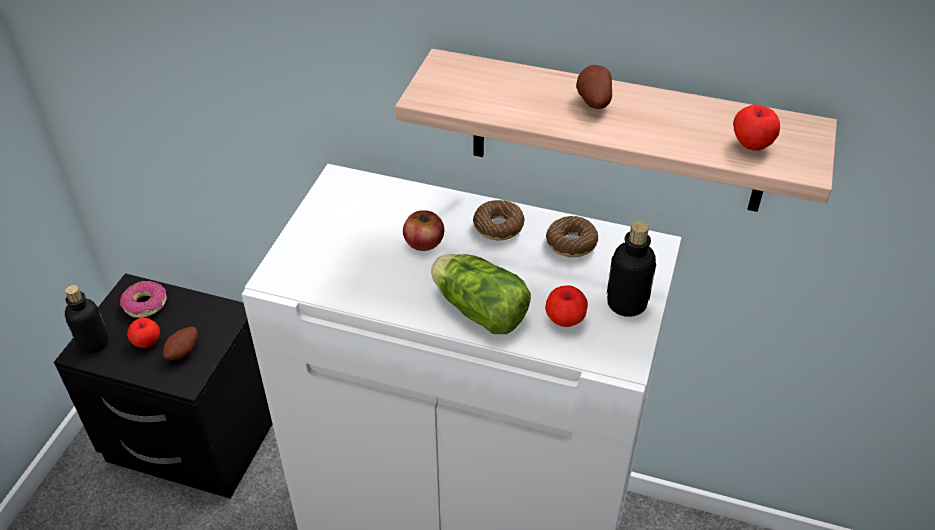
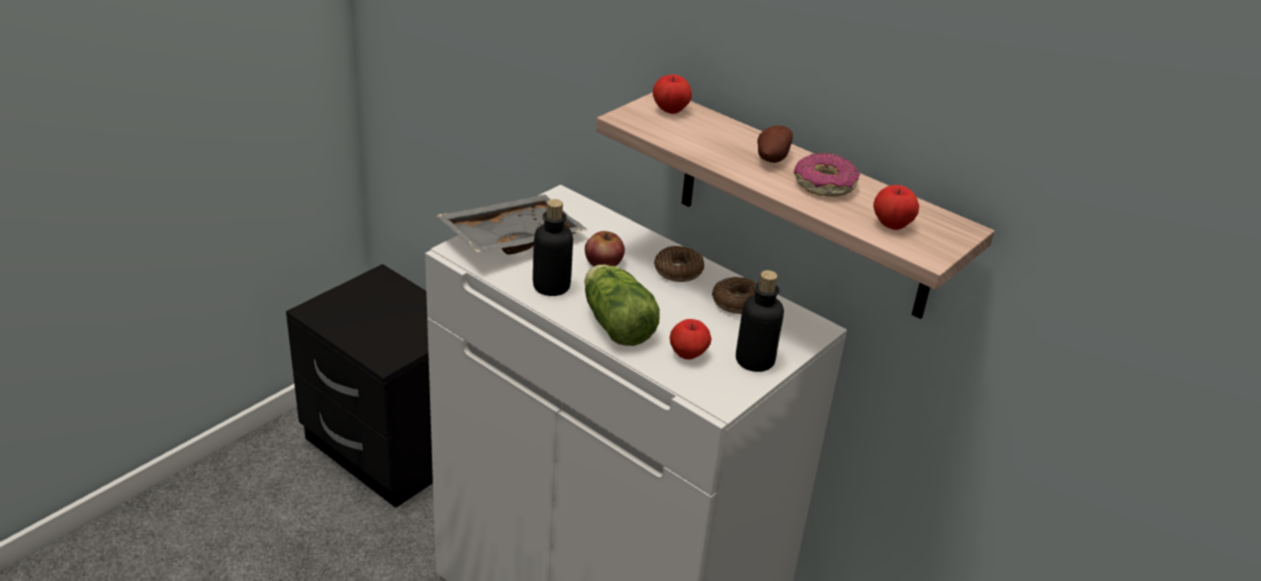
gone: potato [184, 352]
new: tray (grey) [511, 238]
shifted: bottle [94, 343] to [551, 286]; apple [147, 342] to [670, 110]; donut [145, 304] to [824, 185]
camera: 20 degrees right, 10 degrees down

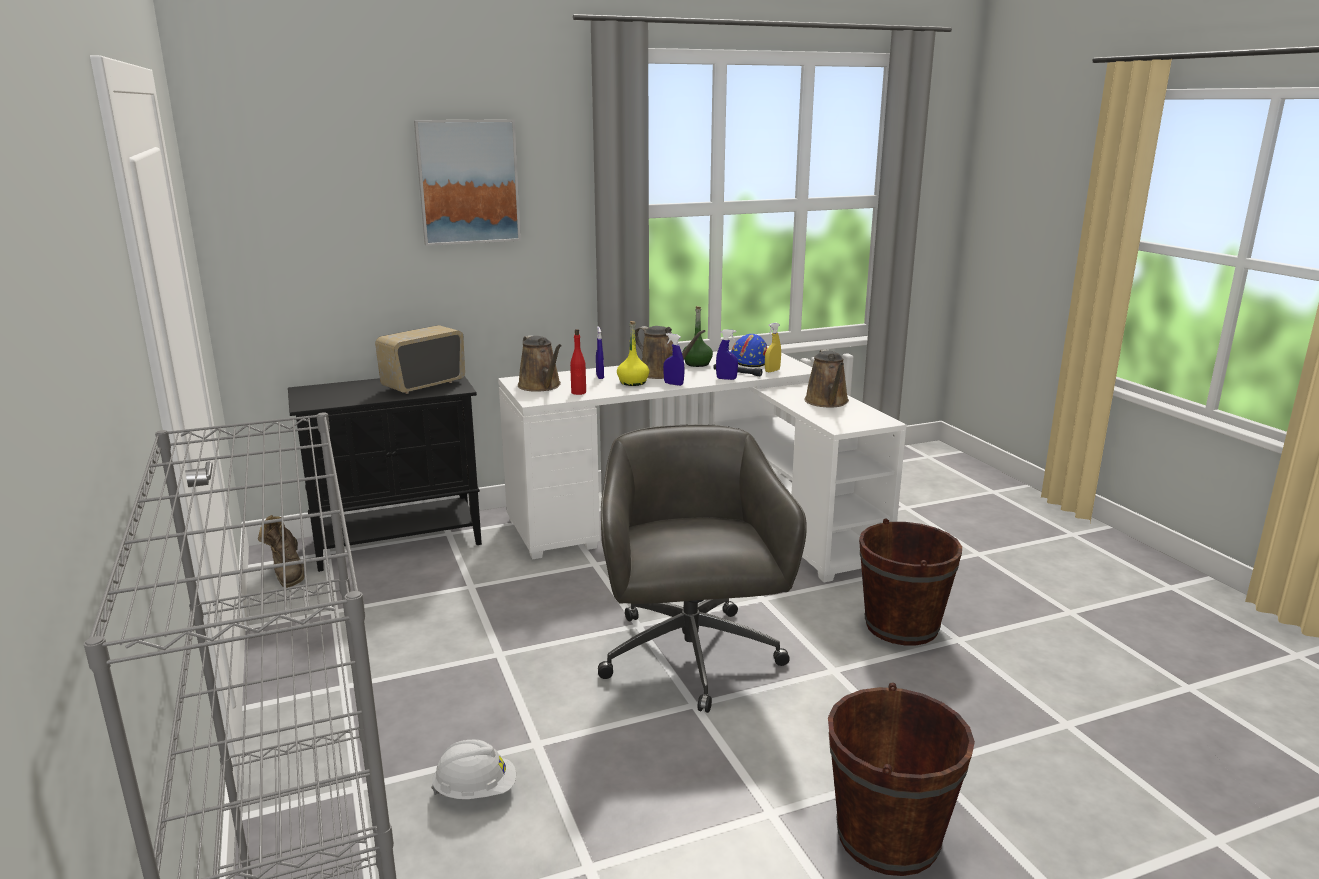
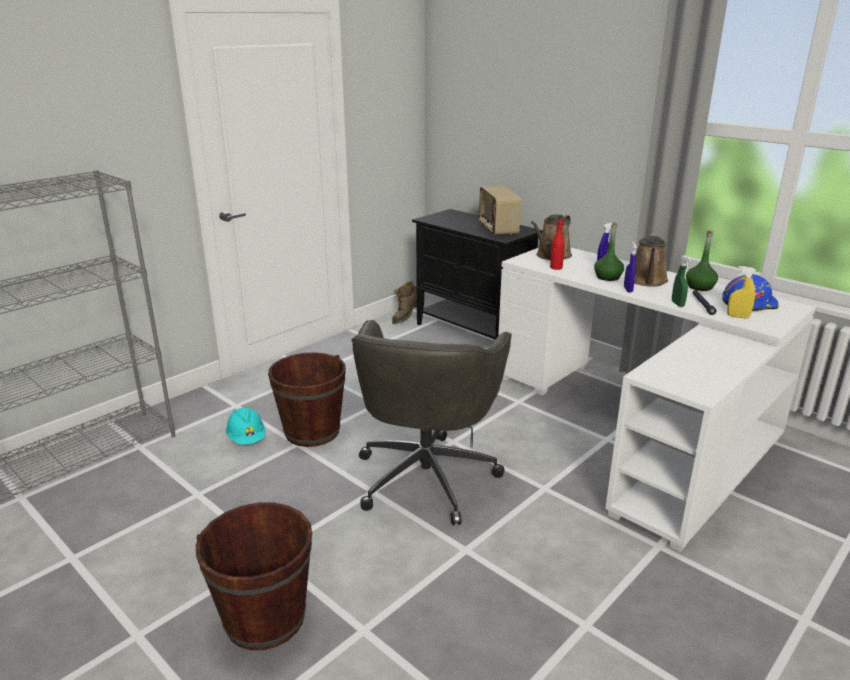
gone: picture [468, 182]; watering can (brown) [827, 402]
shifted: bucket (brown) [901, 626] to [312, 432]
repainted: hard hat (white) [475, 791] to hard hat (turquoise) [247, 438]; bottle (yellow) [633, 382] to bottle (green) [608, 277]; spray bottle (blue) [726, 379] to spray bottle (green) [677, 304]
rotated: office chair (grey) [690, 659] = [427, 475] 135 degrees clockwise; radio [423, 385] = [497, 230] 120 degrees counterclockwise
camera: 65 degrees right, 5 degrees up

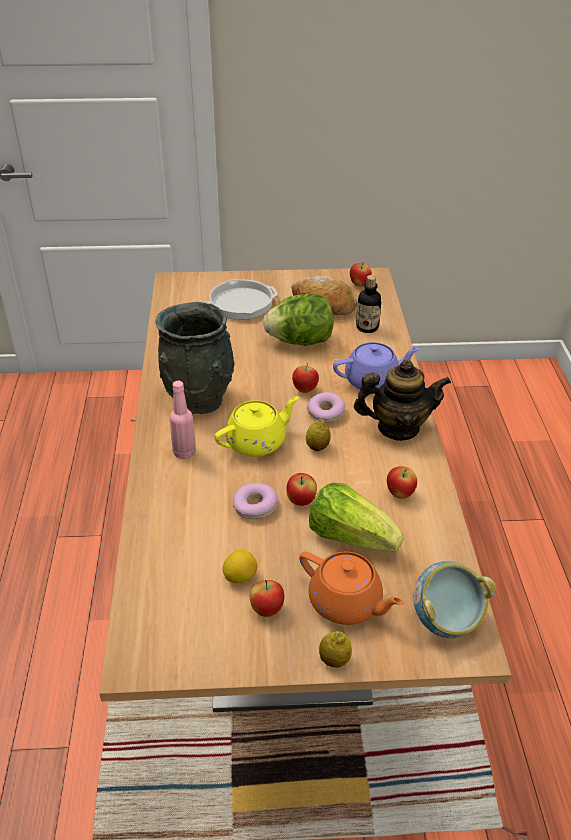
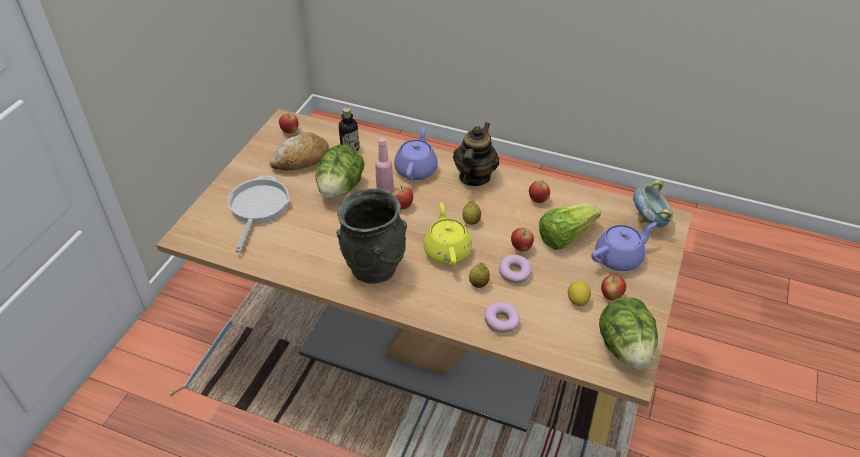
new: lettuce [625, 348]
shifted: bottle (pink) [184, 452] to [385, 189]; lemon [334, 660] to [478, 284]; donut [325, 412] to [501, 321]
repainted: teapot (orange) [346, 603] to teapot (purple) [619, 257]
camera: 65 degrees left, 5 degrees up

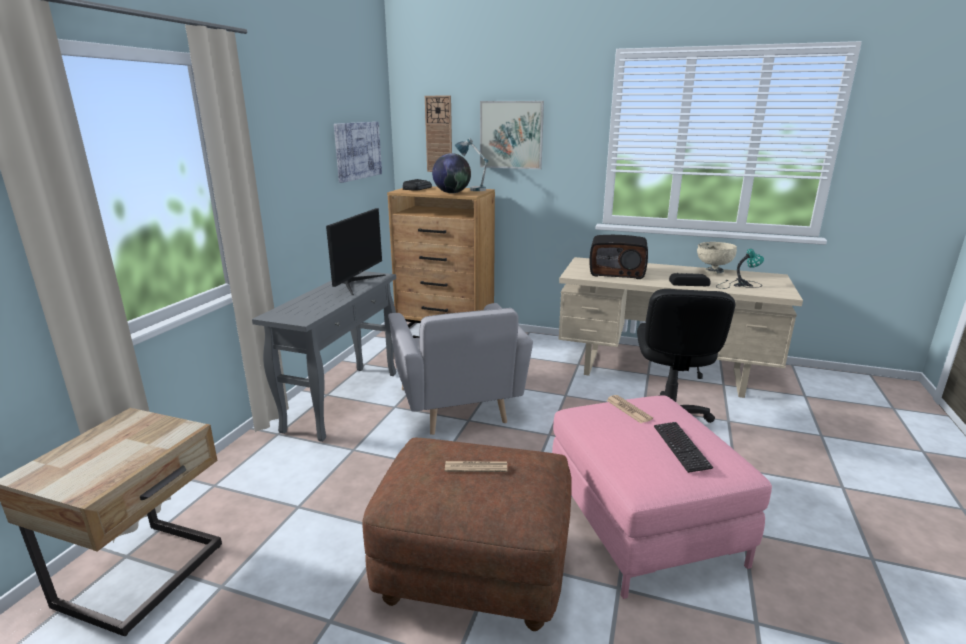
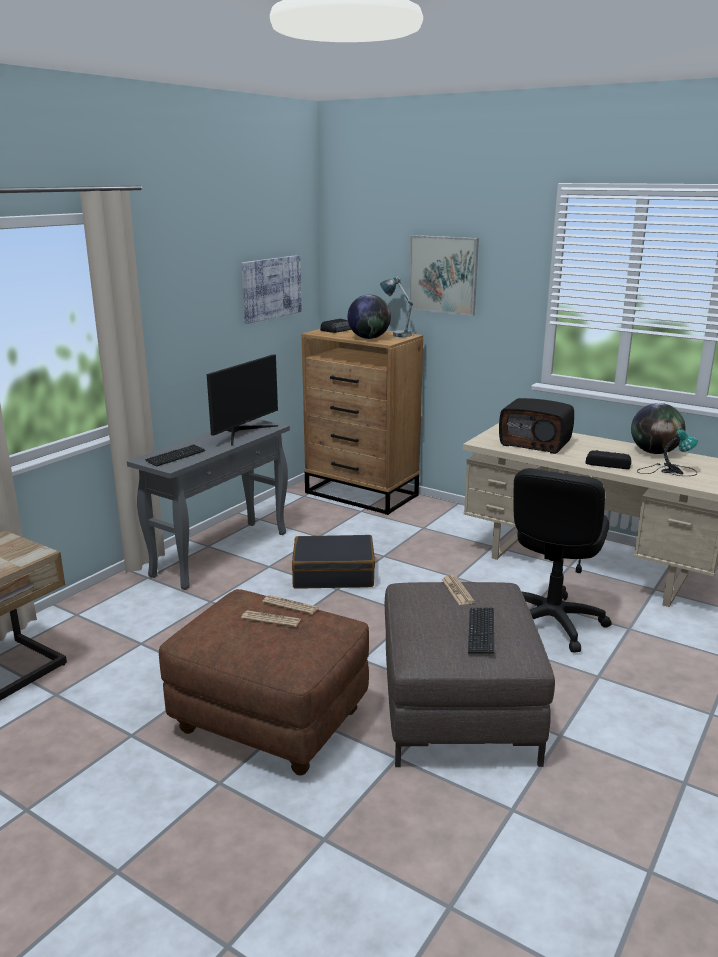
gone: wall clock [439, 134]
new: keyboard [176, 456]; newspaper [290, 605]
swapped: armchair (grey) [458, 406] to suitcase (black) [333, 573]; bowl (beige) [713, 272] to globe [654, 452]
repainted: ottoman (pink) [642, 522] to ottoman (brown) [458, 709]
camera: 15 degrees right, 0 degrees up

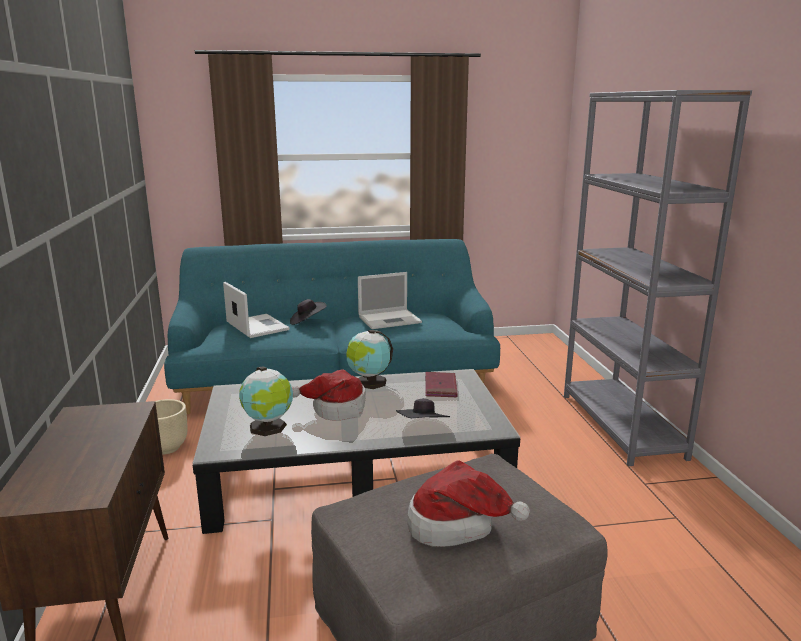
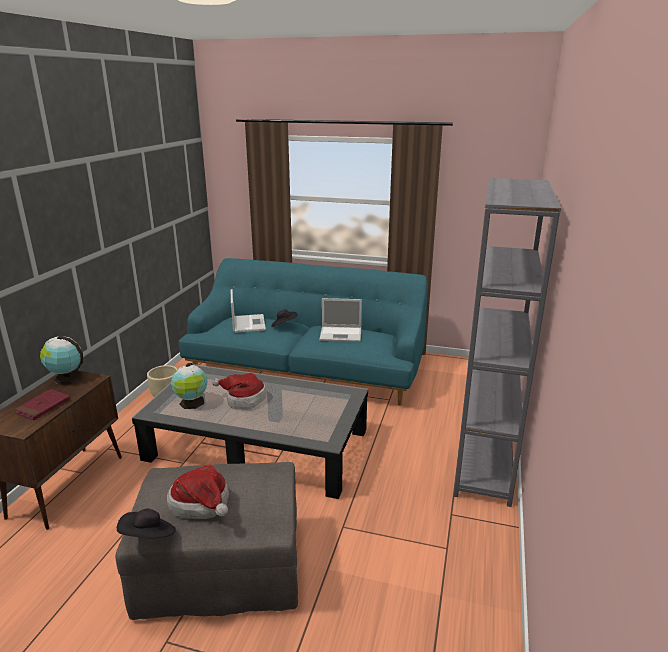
shifted: book (red) [440, 387] to [43, 406]; globe [369, 382] to [66, 378]; hat (black) [423, 427] to [148, 537]
camera: 25 degrees right, 5 degrees up

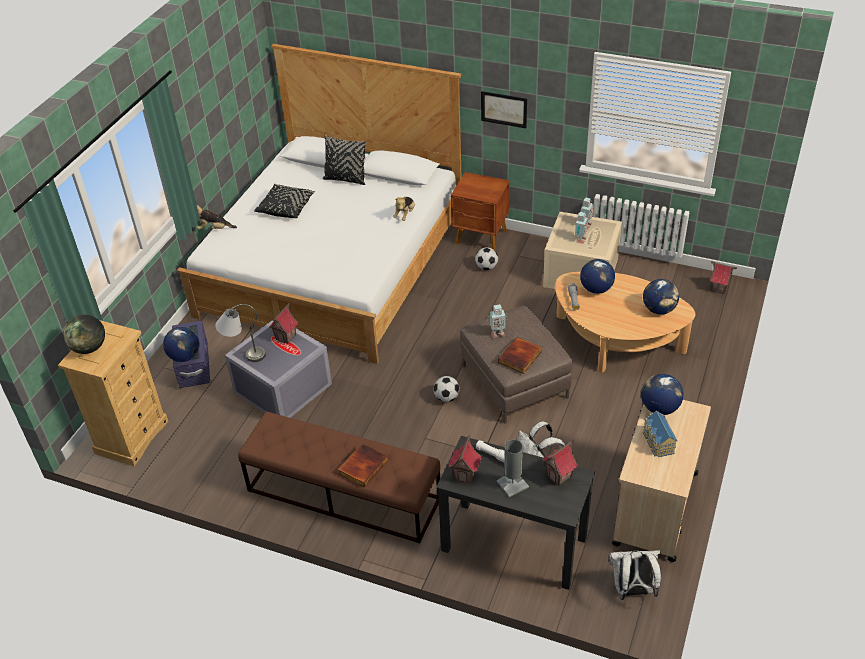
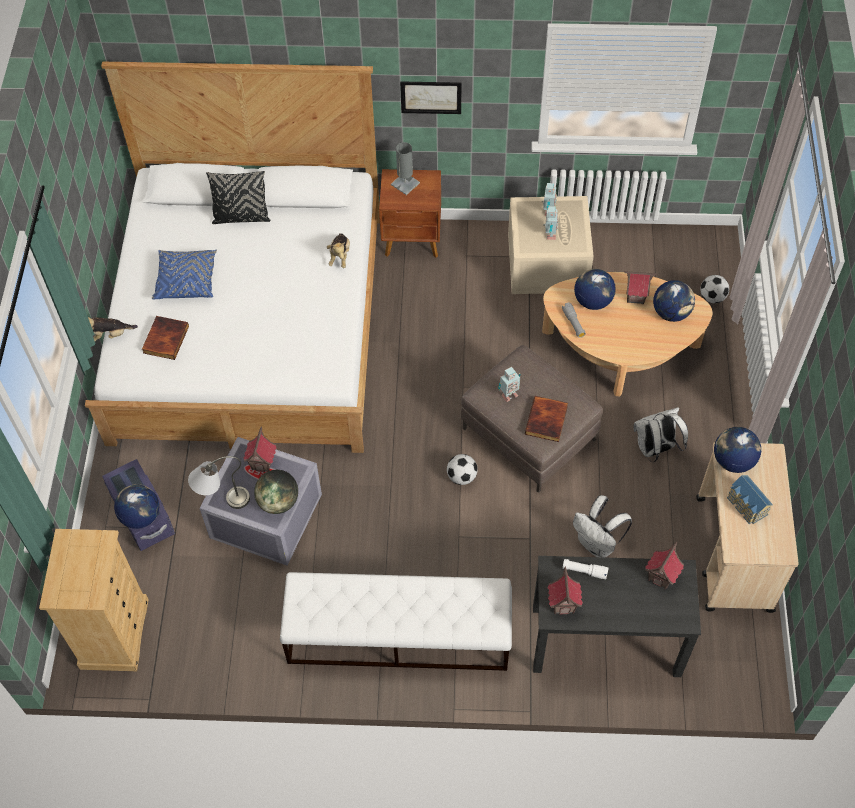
shifted: book [362, 466] to [165, 339]; globe [89, 348] to [278, 502]; table lamp (grey) [512, 484] to [405, 184]; toy house [719, 288] to [635, 296]; backpack (white) [632, 590] to [655, 449]; football [486, 267] to [712, 297]
repainted: pillow (black) [286, 208] to pillow (blue) [186, 281]; bench (brown) [343, 494] to bench (white) [397, 635]
camera: 20 degrees left, 15 degrees up

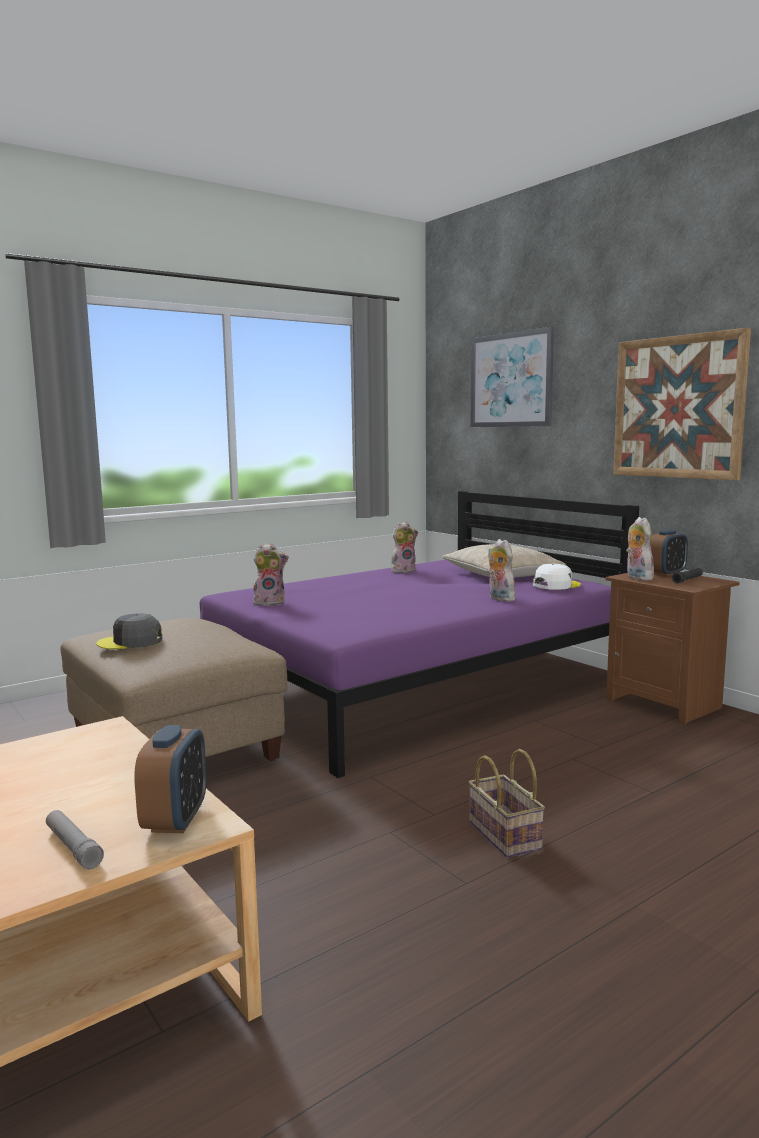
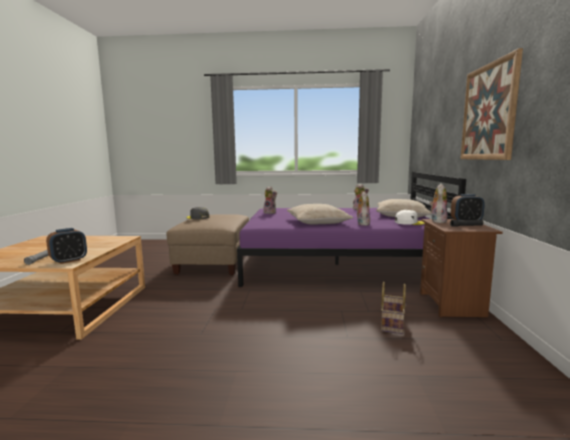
gone: picture [511, 380]
new: pillow (beige) [317, 222]
shifted: basket [502, 834] to [391, 323]
camera: 40 degrees right, 0 degrees up

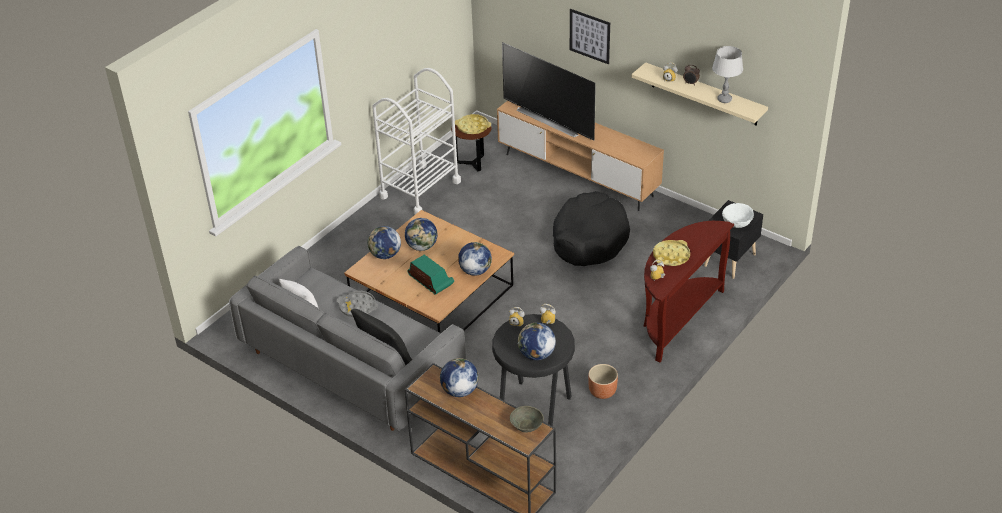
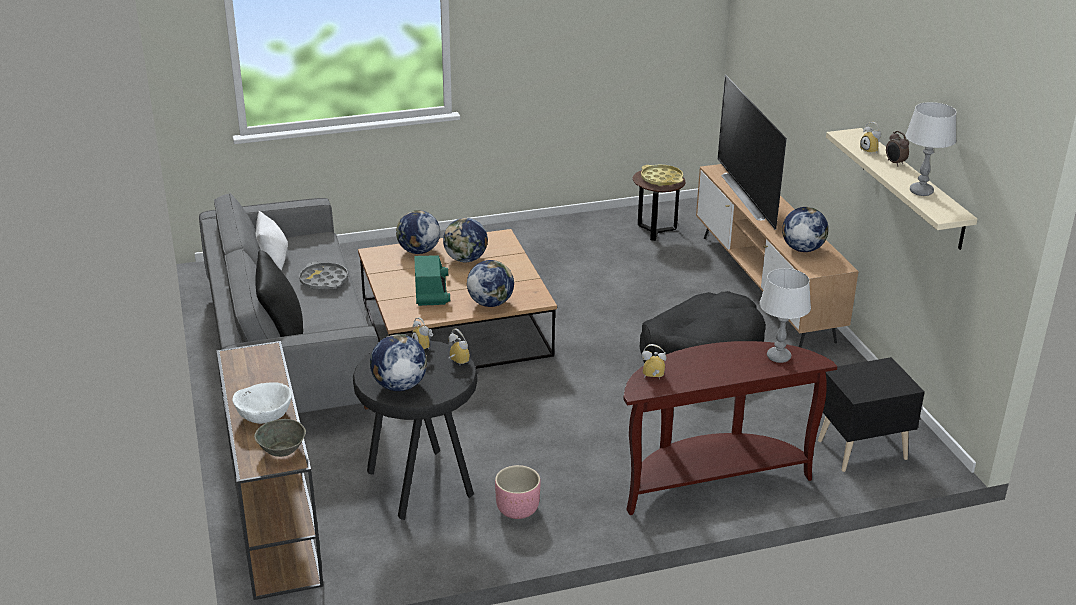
gone: cart (white) [420, 189]; picture [589, 36]; tray (yellow) [671, 256]
new: table lamp (grey) [778, 357]
shifted: bowl (white) [736, 222] to [264, 415]; globe [459, 391] to [802, 249]
repainted: planter (brown) [602, 392] to planter (pink) [517, 510]
camera: 35 degrees right, 10 degrees down

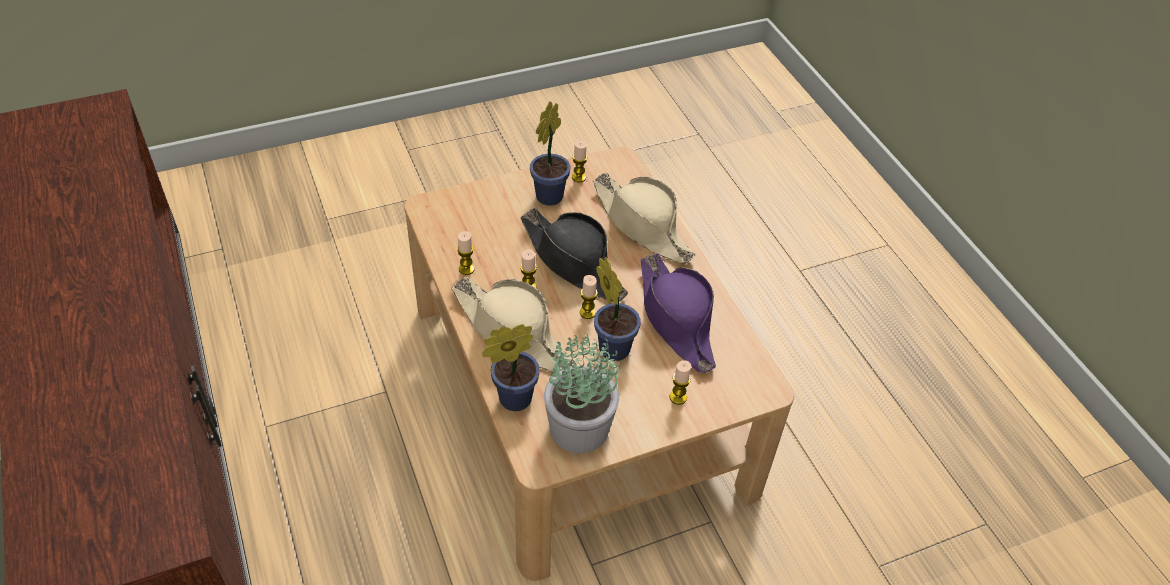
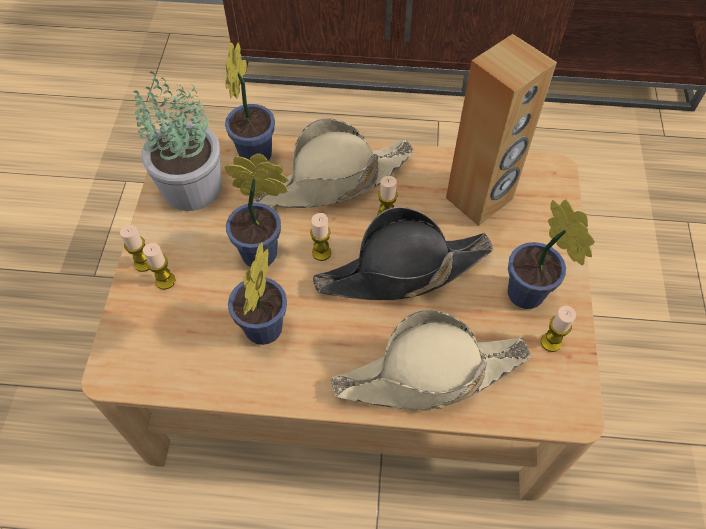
new: speaker (brown) [480, 199]
shifted: candle [466, 269] to [144, 263]
swapped: hat (purple) [676, 319] to potted plant [261, 333]
camera: 120 degrees right, 10 degrees up

